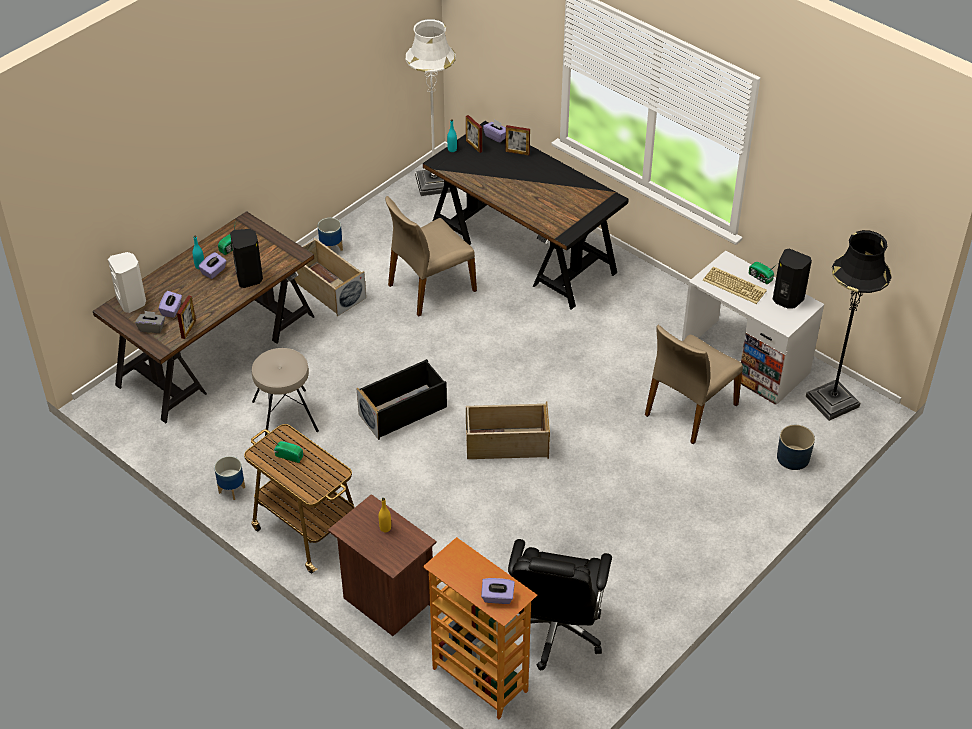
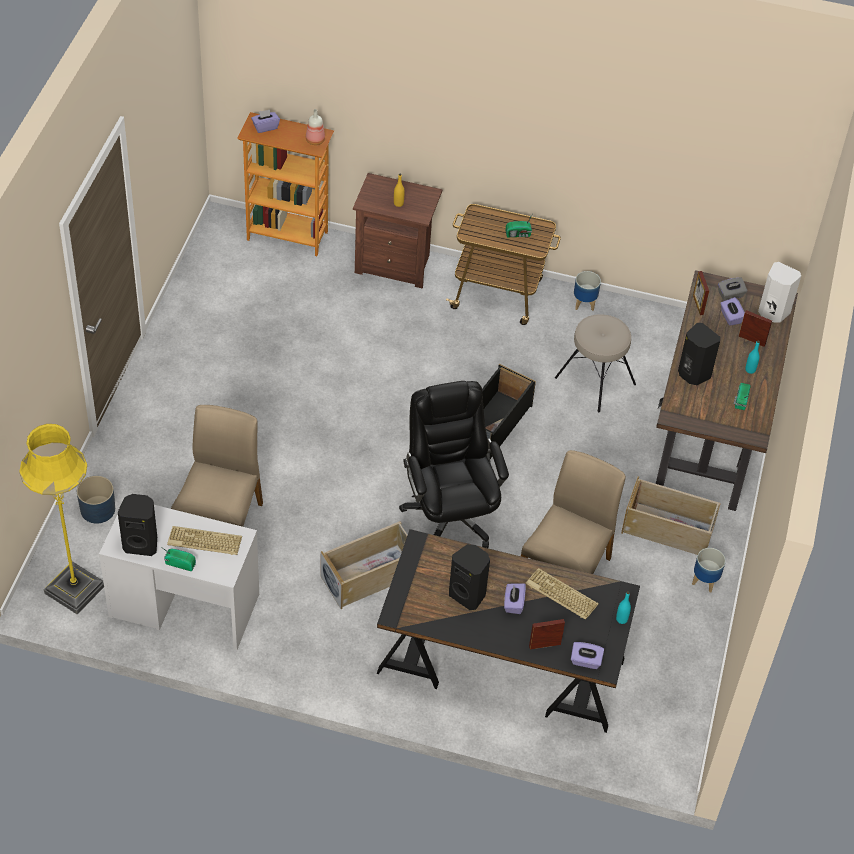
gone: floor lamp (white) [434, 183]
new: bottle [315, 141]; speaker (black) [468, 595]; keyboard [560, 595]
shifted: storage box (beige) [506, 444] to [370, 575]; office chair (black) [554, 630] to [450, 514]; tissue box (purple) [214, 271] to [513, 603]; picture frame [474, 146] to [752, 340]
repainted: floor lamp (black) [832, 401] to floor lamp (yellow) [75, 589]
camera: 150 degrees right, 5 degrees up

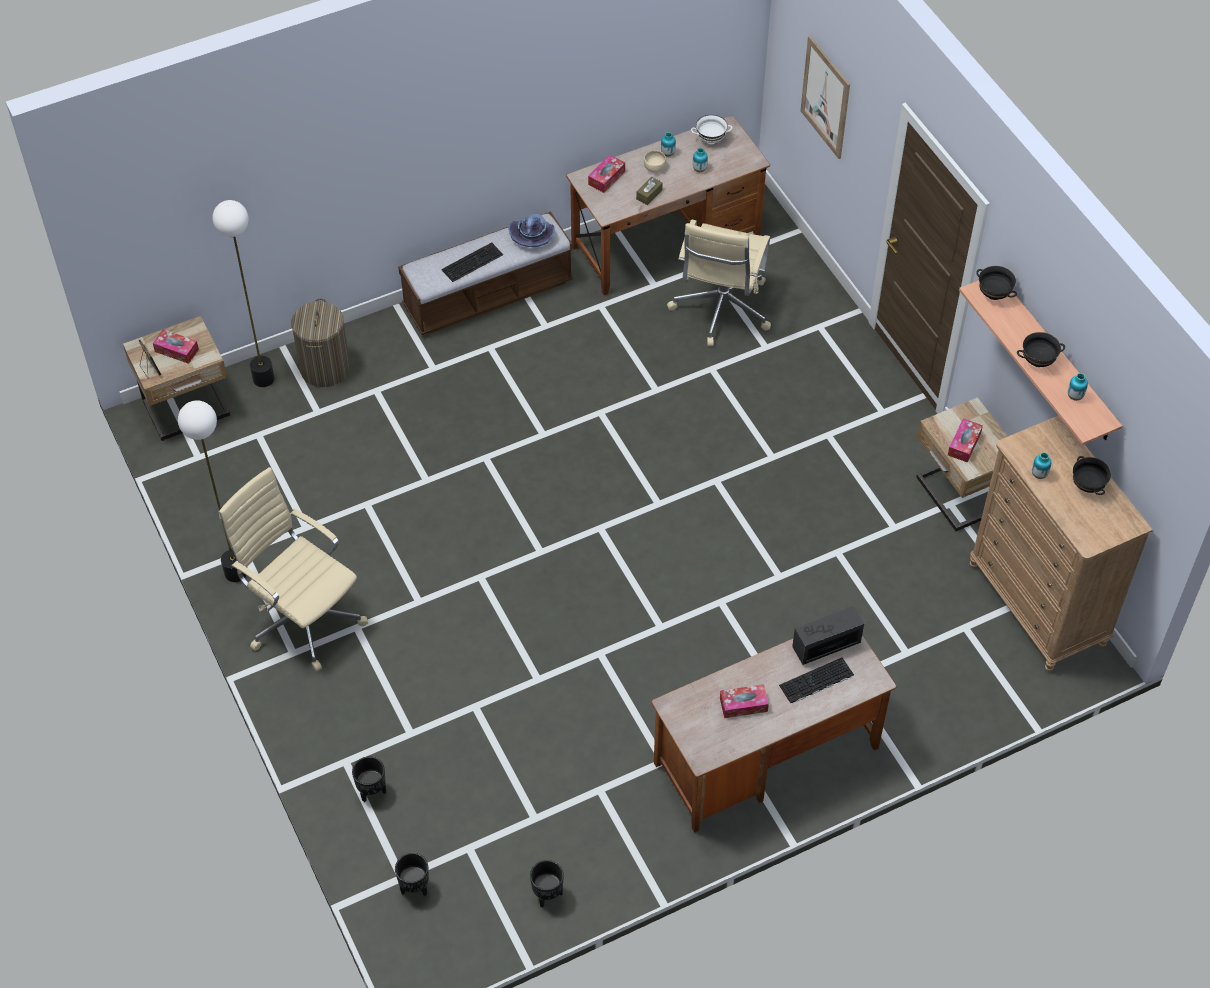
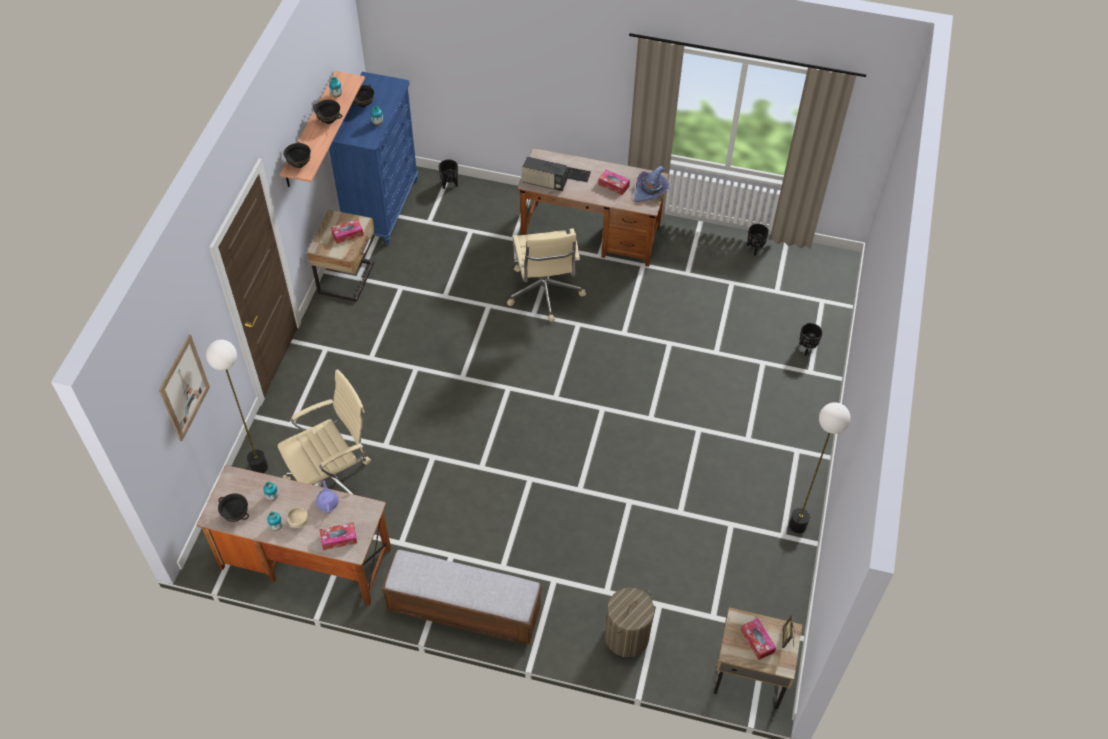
gone: keyboard [472, 261]
shifted: floor lamp [263, 378] to [259, 467]; planter (black) [415, 887] to [449, 184]; office chair (beige) [303, 618] to [544, 293]; hat (purple) [532, 235] to [650, 191]
swapped: tissue box (brown) [649, 194] to teapot (purple) [327, 502]
repainted: bowl (white) [710, 140] to bowl (black) [236, 515]; dresser (brown) [1037, 605] to dresser (blue) [382, 207]
camera: 140 degrees left, 0 degrees up

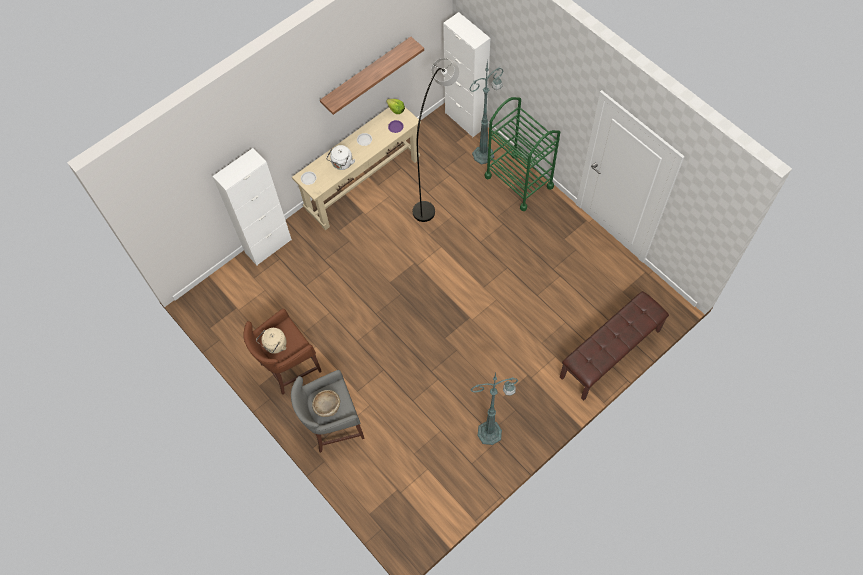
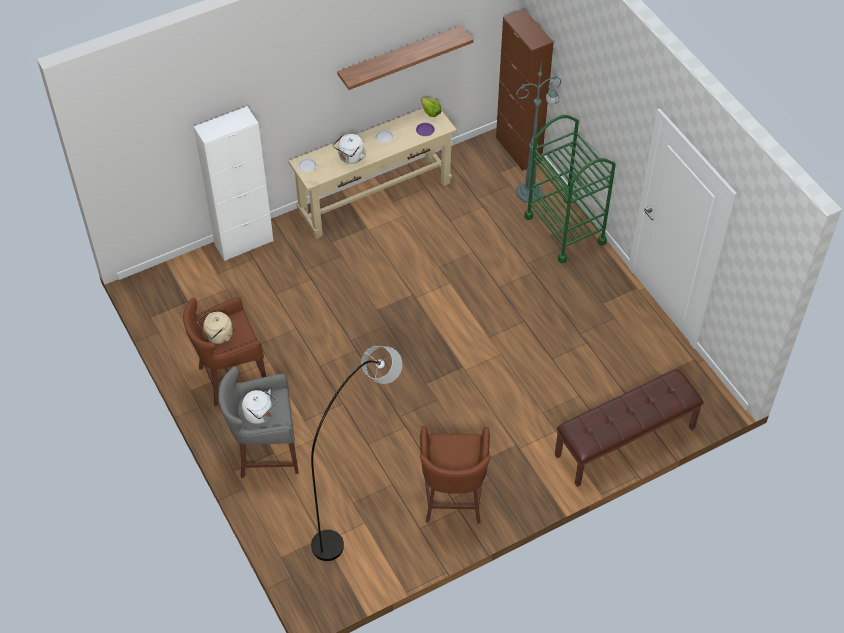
shifted: floor lamp (grey) [436, 178] to [359, 499]
swapped: bowl (beige) [327, 408] to kettle (white) [260, 414]; floor lamp (green) [491, 432] to stool (brown) [453, 499]
repainted: cabinet (white) [465, 120] to cabinet (brown) [518, 150]
camera: 10 degrees right, 10 degrees down

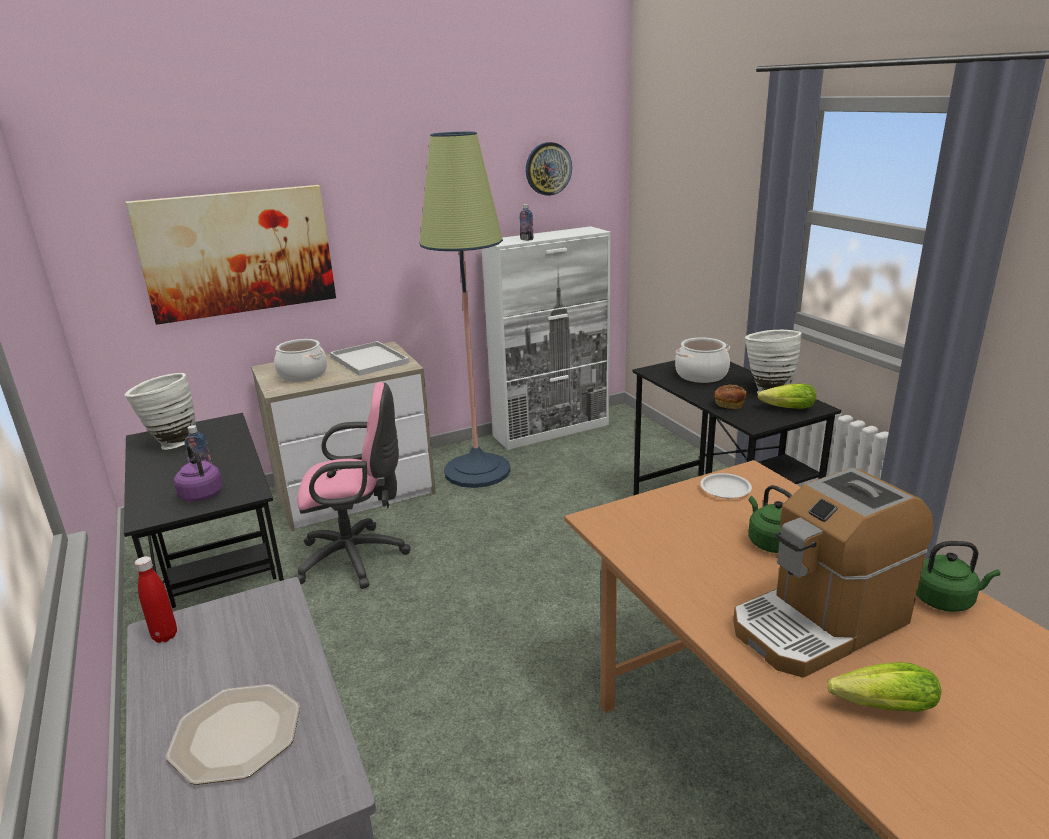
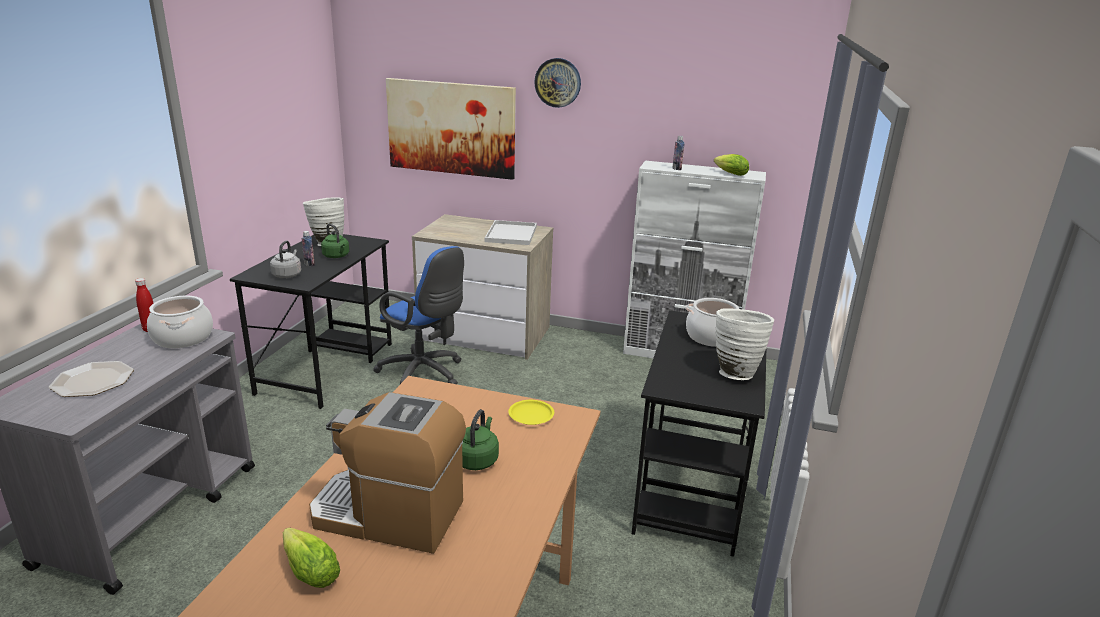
gone: floor lamp [477, 471]; bread [729, 404]
shifted: cooking pot [302, 375] to [182, 338]; kettle (green) [945, 600] to [336, 256]; wall clock [548, 169] to [558, 82]; lettuce [784, 408] to [729, 173]
repainted: kettle (purple) [200, 494] to kettle (grey) [287, 274]; office chair (pink) [358, 558] to office chair (blue) [424, 374]; plate (white) [725, 489] to plate (yellow) [531, 415]
camera: 40 degrees right, 0 degrees up

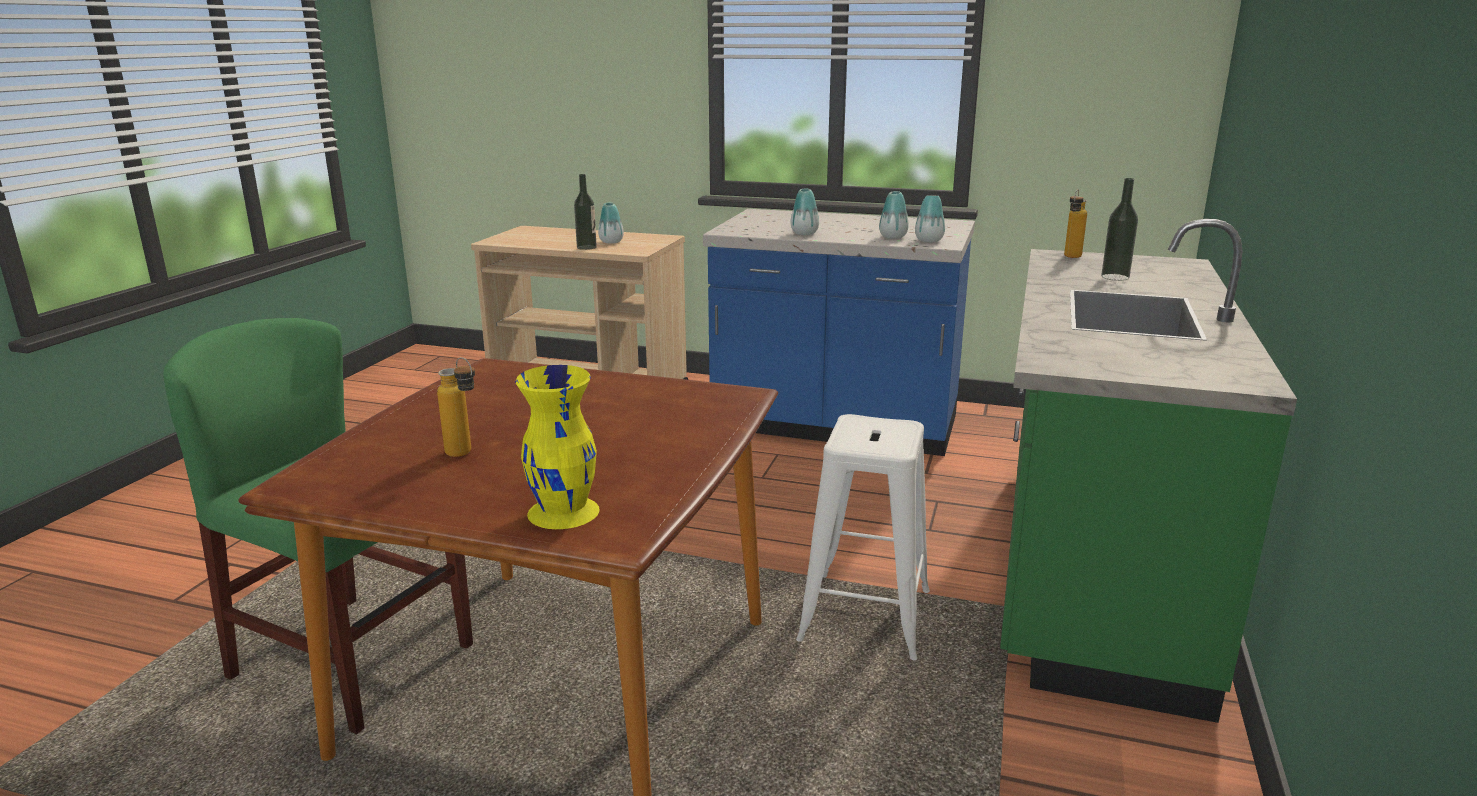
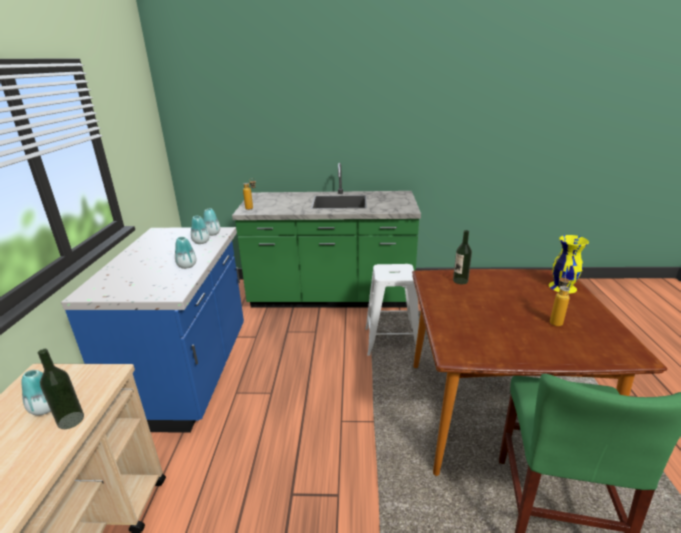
shifted: bottle [1115, 277] to [460, 281]
camera: 105 degrees left, 5 degrees up

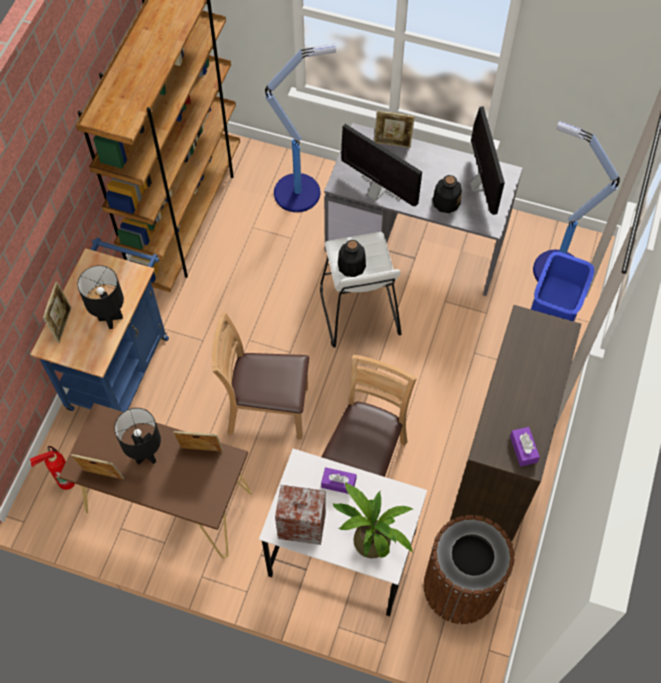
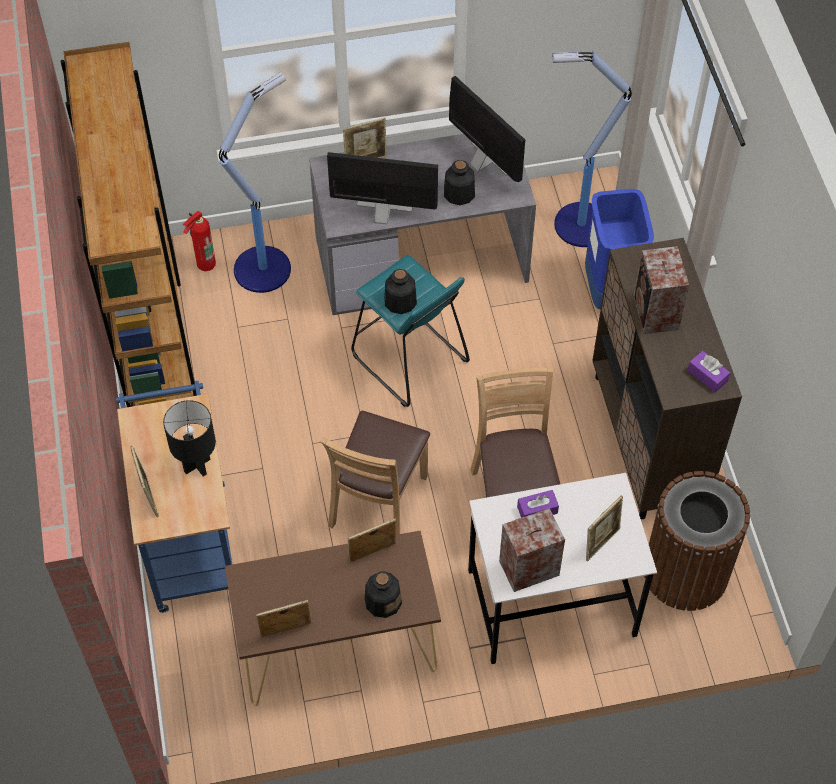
gone: table lamp (black) [146, 455]
new: bottle [383, 601]; speaker [655, 314]
shifted: fire extinguisher [64, 480] to [203, 264]
swapped: potted plant [370, 536] to picture frame [601, 543]
repainted: stool (white) [358, 311] to stool (turquoise) [409, 359]
rotated: chair (brown) [267, 409] = [378, 503] 45 degrees counterclockwise
camera: 30 degrees left, 5 degrees down

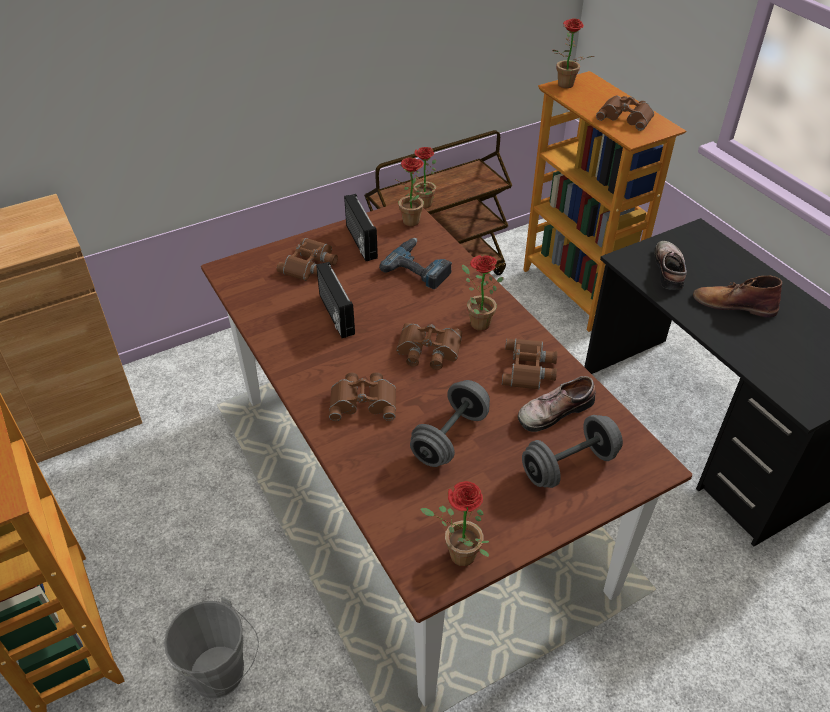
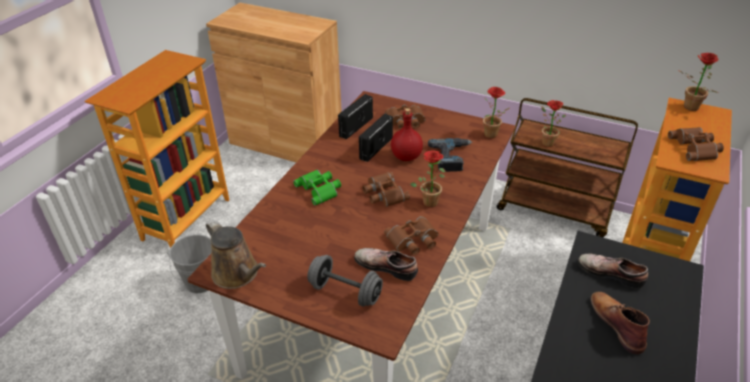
gone: dumbbell (grey) [450, 437]
new: bottle (red) [406, 156]
shifted: radio [360, 242] to [355, 127]
swapped: potted plant [457, 556] to watering can (brown) [238, 274]
repainted: binoculars (brown) [363, 400] to binoculars (green) [320, 189]
rotated: shoe [671, 270] = [611, 272] 120 degrees counterclockwise
camera: 55 degrees right, 5 degrees down

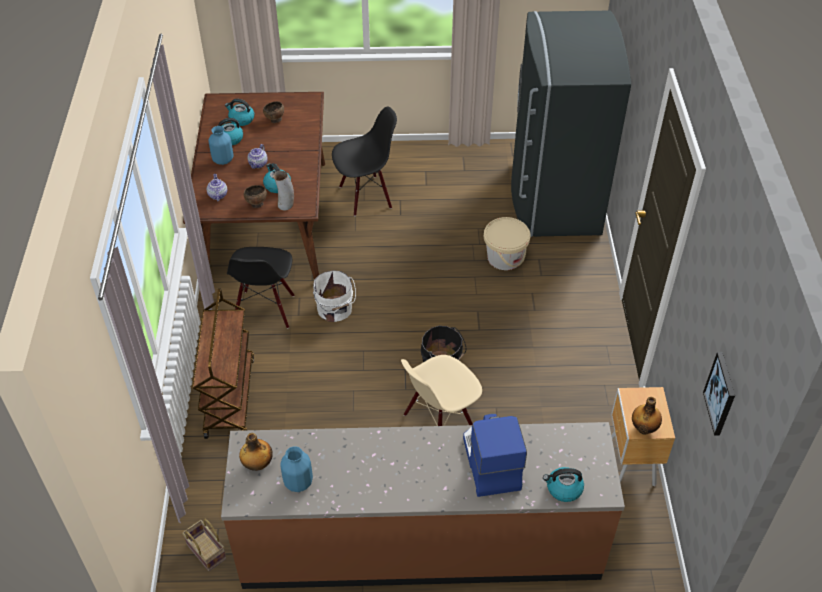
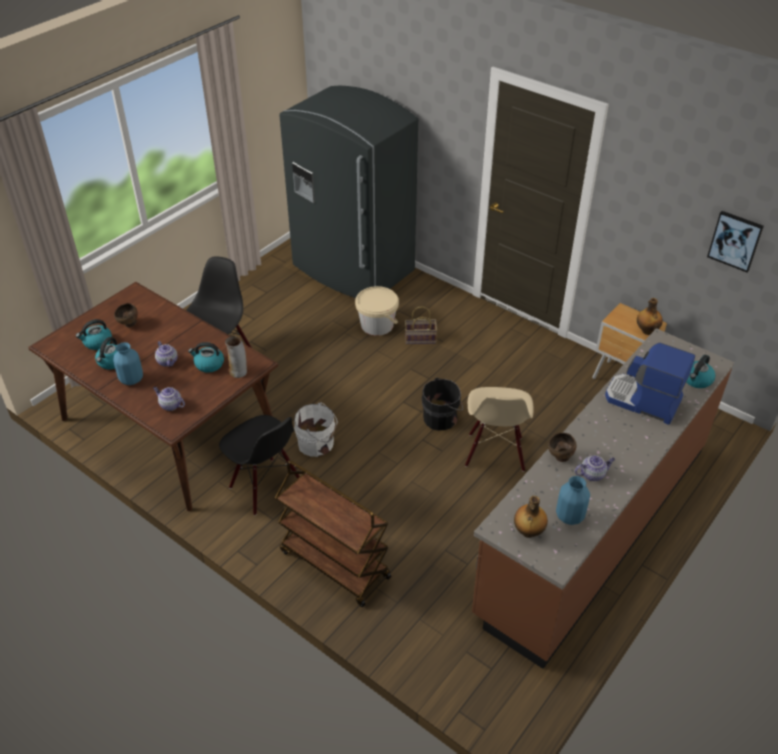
new: teapot [593, 474]
shifted: basket [205, 551] to [419, 339]; bowl (brown) [256, 204] to [560, 457]
camera: 50 degrees left, 5 degrees down

